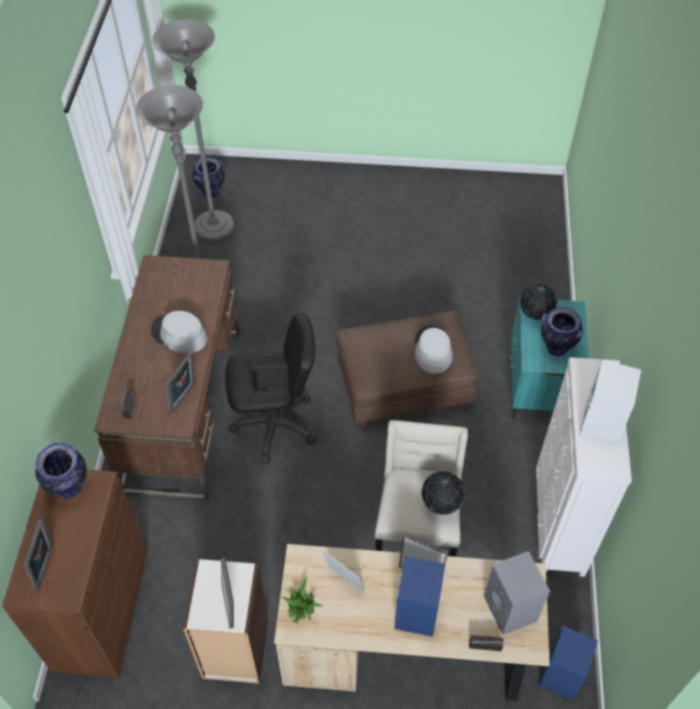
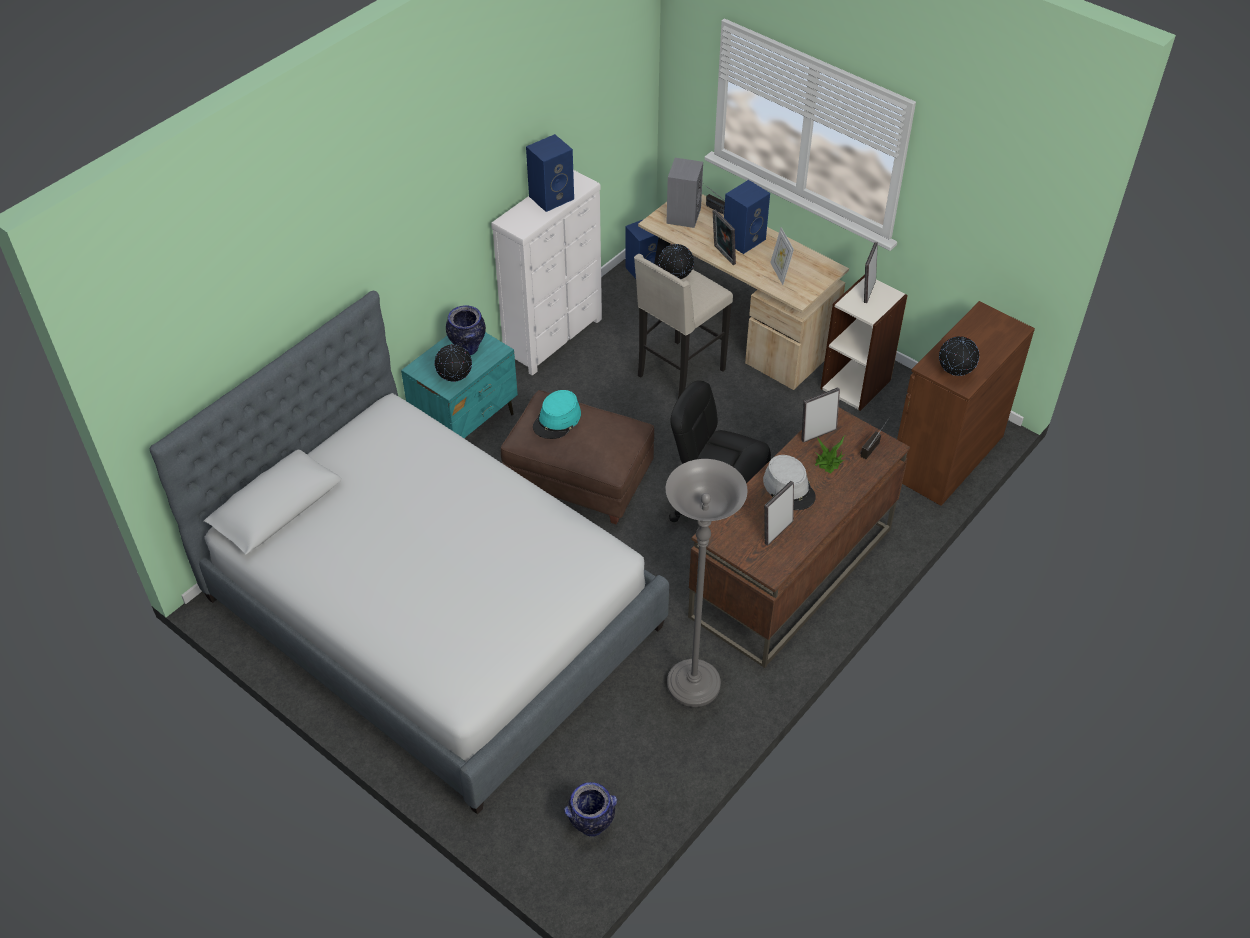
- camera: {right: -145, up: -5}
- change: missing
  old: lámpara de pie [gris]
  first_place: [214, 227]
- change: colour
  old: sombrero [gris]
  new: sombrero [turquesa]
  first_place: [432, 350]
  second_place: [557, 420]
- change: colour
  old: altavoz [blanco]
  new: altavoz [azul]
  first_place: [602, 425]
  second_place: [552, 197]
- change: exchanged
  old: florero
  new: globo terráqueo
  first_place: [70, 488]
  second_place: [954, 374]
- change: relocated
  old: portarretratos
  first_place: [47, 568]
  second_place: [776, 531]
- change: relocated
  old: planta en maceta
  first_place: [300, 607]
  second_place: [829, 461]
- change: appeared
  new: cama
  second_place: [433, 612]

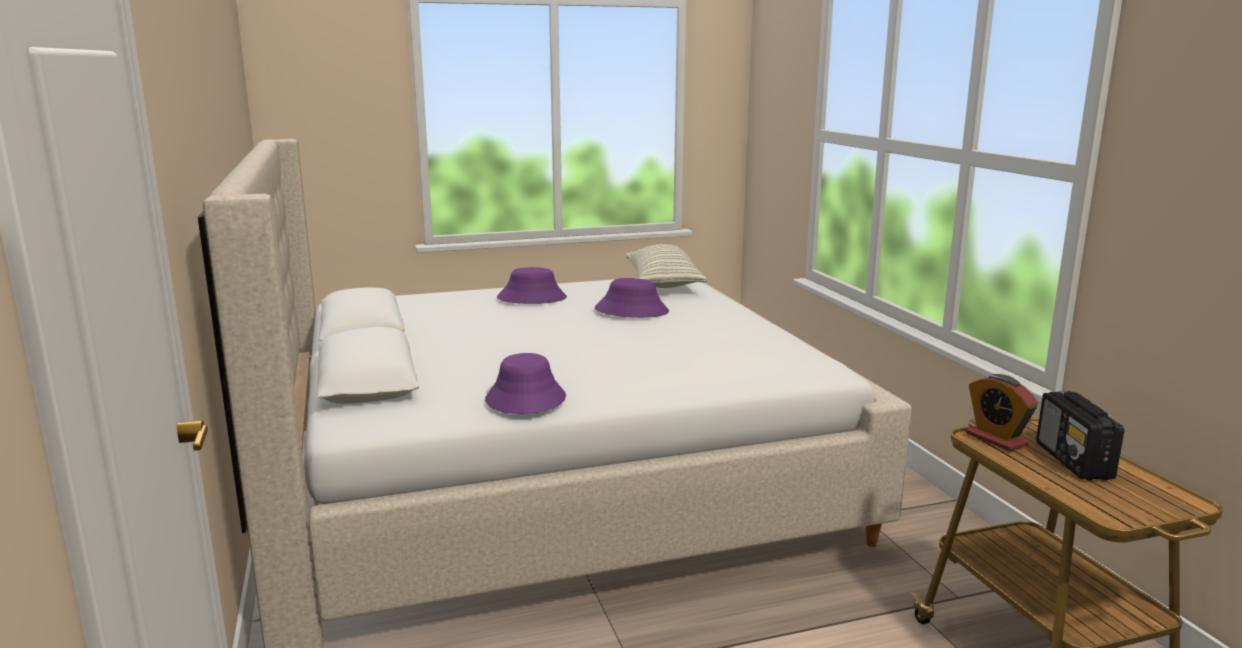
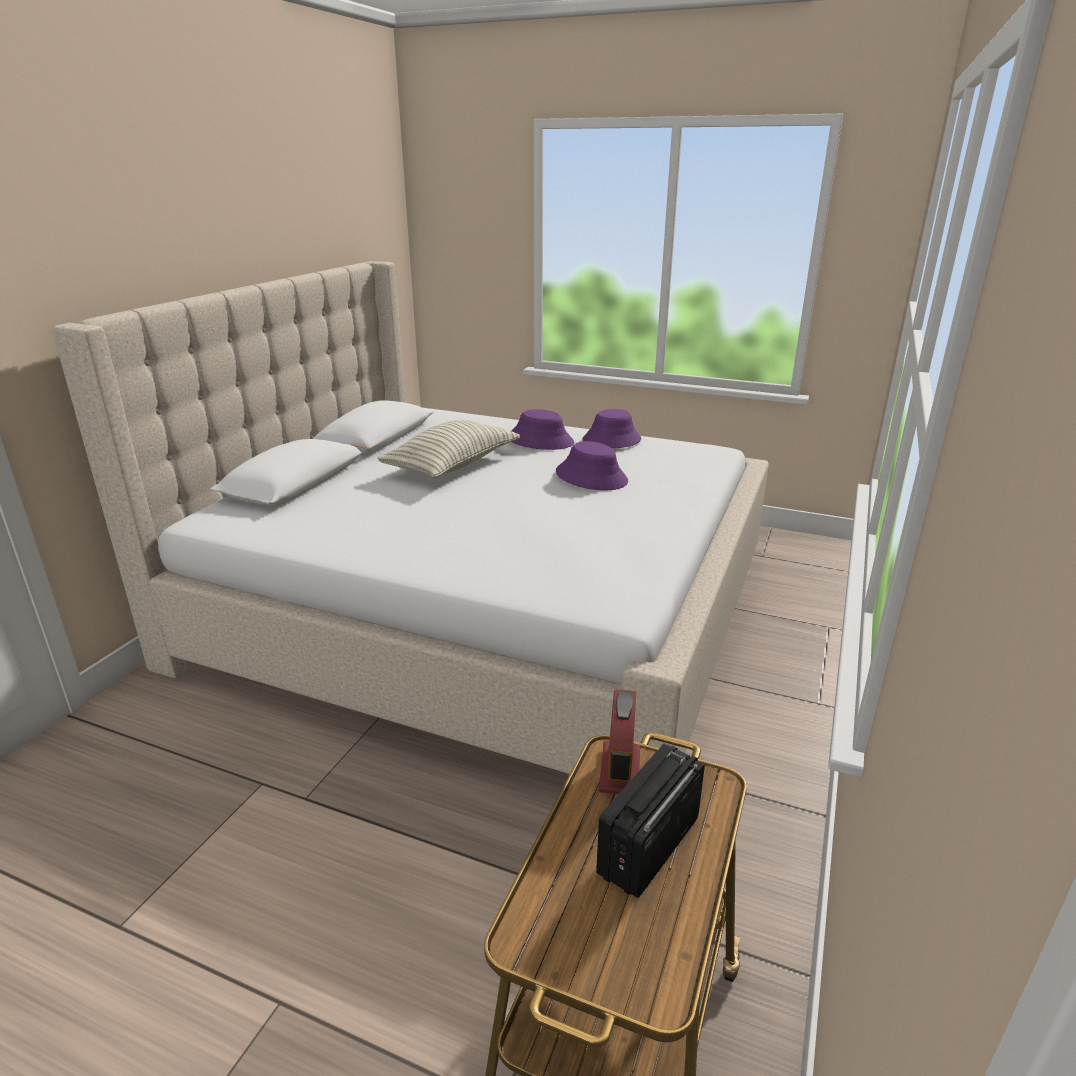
- camera: {right: 40, up: 10}
- change: relocated
  old: cojín
  first_place: [663, 284]
  second_place: [452, 466]
- change: relocated
  old: sombrero [morado]
  first_place: [525, 399]
  second_place: [611, 440]

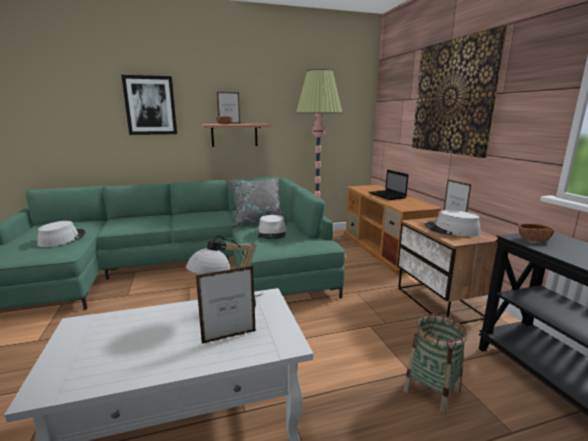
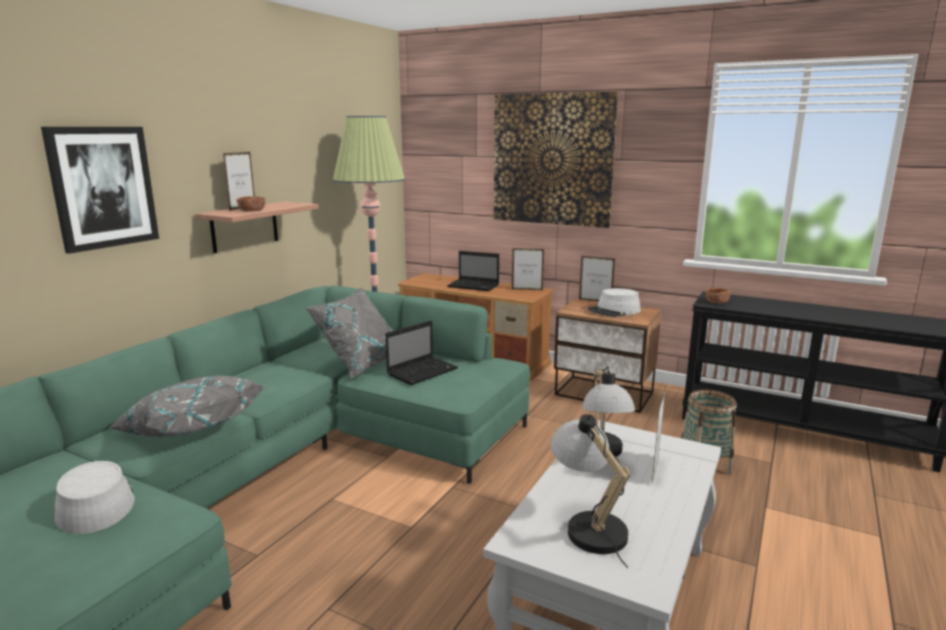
- camera: {right: -45, up: 0}
- change: exchanged
  old: sombrero [gris]
  new: portátil
  first_place: [272, 233]
  second_place: [423, 371]
- change: appeared
  new: portarretratos
  second_place: [527, 290]
- change: appeared
  new: cojín [gris]
  second_place: [190, 430]
- change: appeared
  new: lámpara de mesa
  second_place: [588, 525]

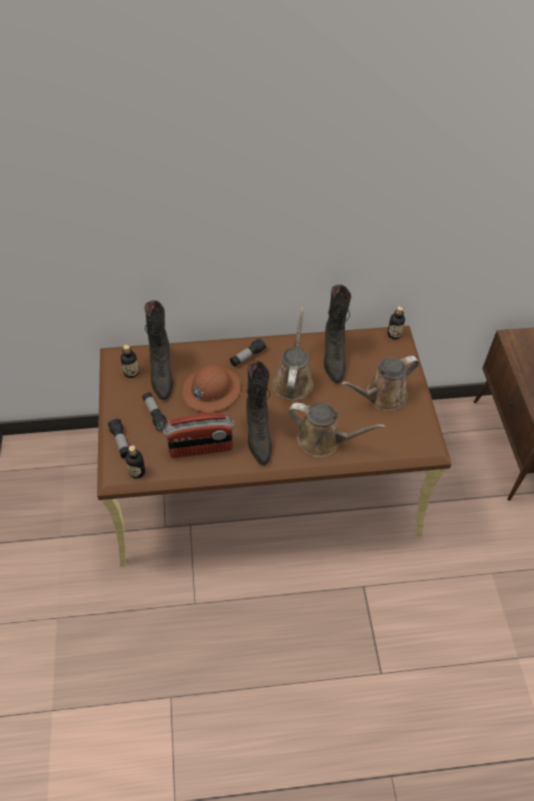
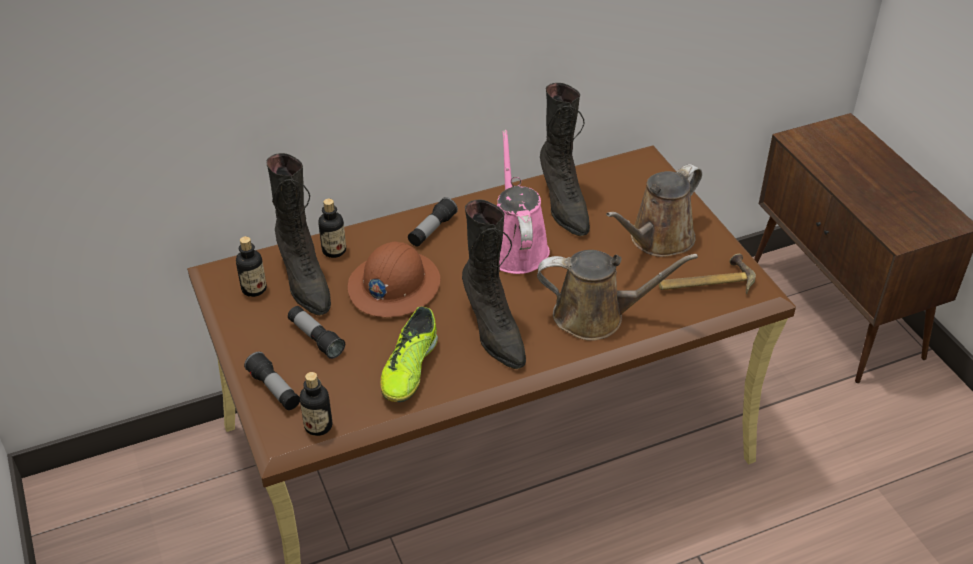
- camera: {right: -15, up: -10}
- change: relocated
  old: botella
  first_place: [394, 334]
  second_place: [334, 250]
- change: colour
  old: regadera [marrón]
  new: regadera [rosa]
  first_place: [293, 380]
  second_place: [515, 247]
- change: exchanged
  old: radio
  new: zapato
  first_place: [200, 448]
  second_place: [409, 368]
- change: appeared
  new: martillo
  second_place: [705, 282]

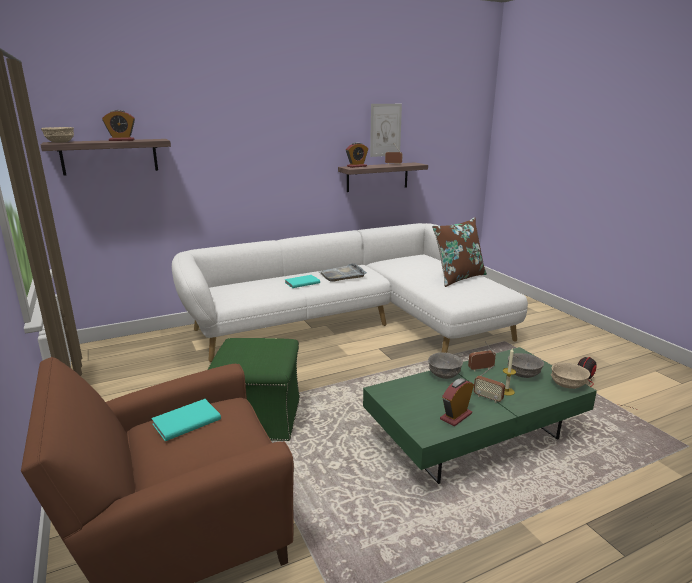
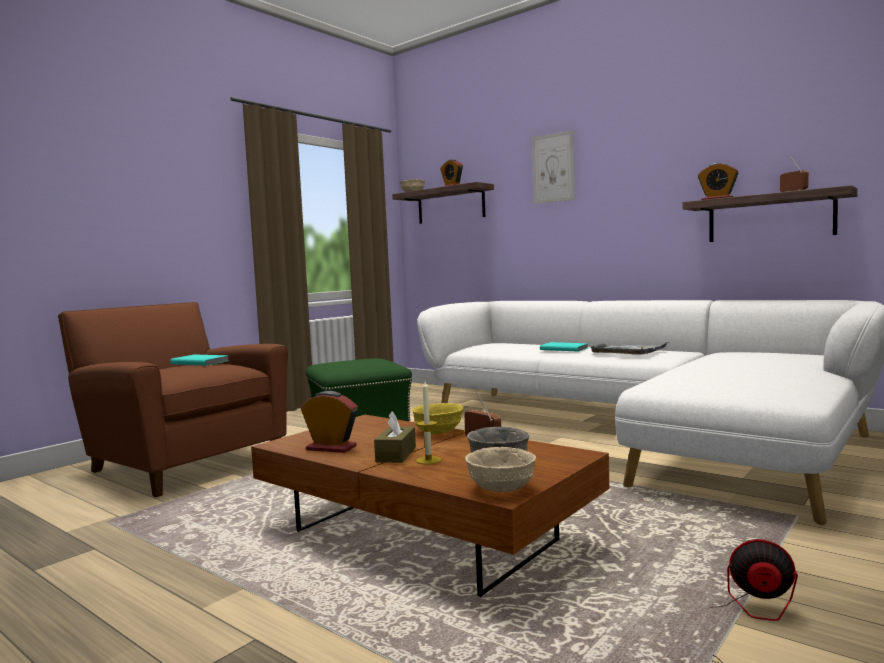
- camera: {right: 65, up: -15}
- change: relocated
  old: cuadro
  first_place: [385, 130]
  second_place: [553, 168]
- change: missing
  old: cojín [marrón]
  first_place: [458, 278]
- change: colour
  old: mesa de centro [verde]
  new: mesa de centro [marrón]
  first_place: [474, 436]
  second_place: [424, 536]
- change: colour
  old: cuenco [gris]
  new: cuenco [amarillo]
  first_place: [444, 374]
  second_place: [438, 432]
- change: exchanged
  old: radio
  new: caja de pañuelos [marrón]
  first_place: [488, 398]
  second_place: [396, 454]

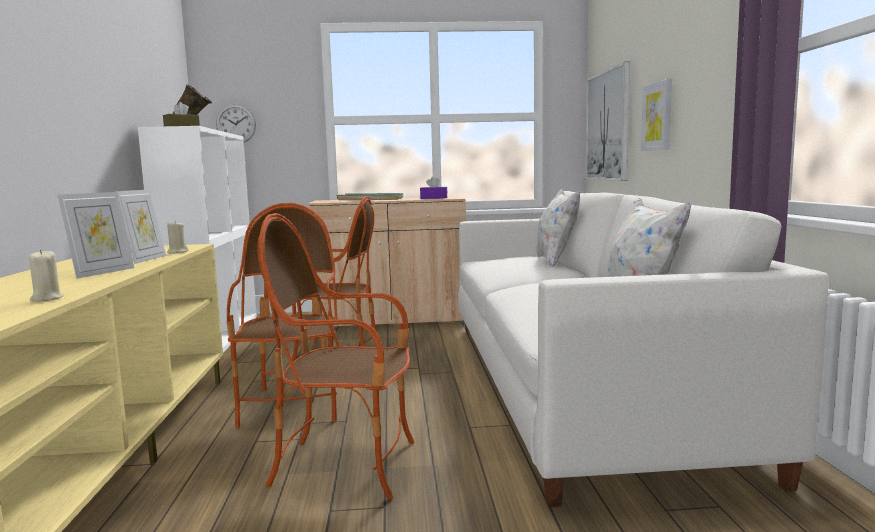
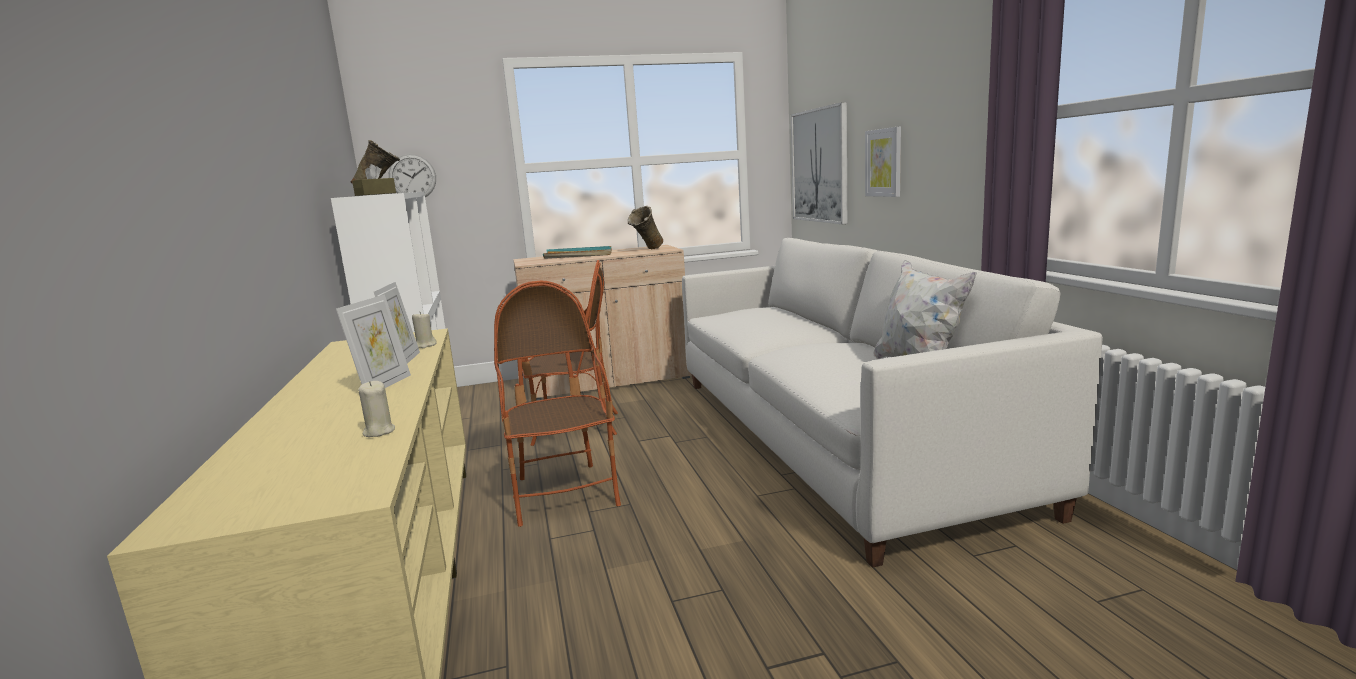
- camera: {right: -10, up: 5}
- change: exchanged
  old: caja de pañuelos [morado]
  new: florero [beis]
  first_place: [434, 198]
  second_place: [647, 250]
- change: missing
  old: cojín [blanco]
  first_place: [556, 262]
- change: missing
  old: sillón
  first_place: [347, 465]

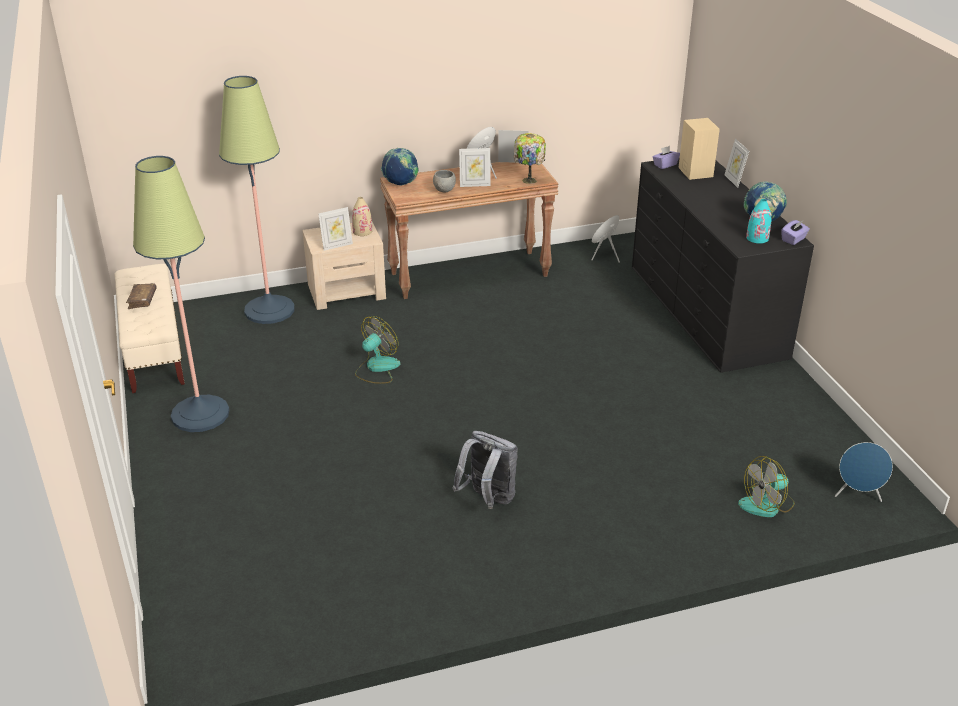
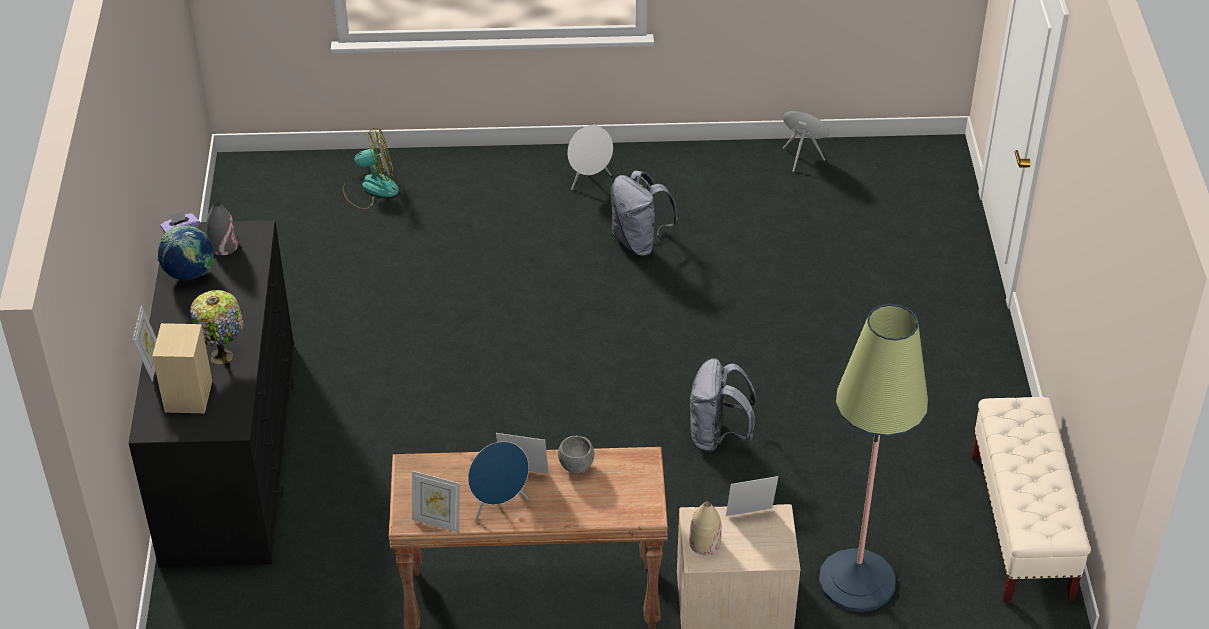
- camera: {right: -165, up: 10}
- change: relocated
  old: lámpara de mesa
  first_place: [528, 181]
  second_place: [223, 355]
- change: missing
  old: caja de pañuelos [morado]
  first_place: [665, 165]
- change: missing
  old: globo terráqueo
  first_place: [401, 184]
- change: missing
  old: lámpara de pie
  first_place: [200, 414]
- change: colour
  old: florero [turquesa]
  new: florero [gris]
  first_place: [757, 238]
  second_place: [223, 246]
- change: relocated
  old: altavoz [blanco]
  first_place: [605, 256]
  second_place: [589, 179]
- change: missing
  old: libro [marrón]
  first_place: [142, 300]
- change: exchanged
  old: ventilador
  new: mochila [gris]
  first_place: [377, 368]
  second_place: [718, 436]
- change: relocated
  old: altavoz [azul]
  first_place: [857, 496]
  second_place: [801, 157]

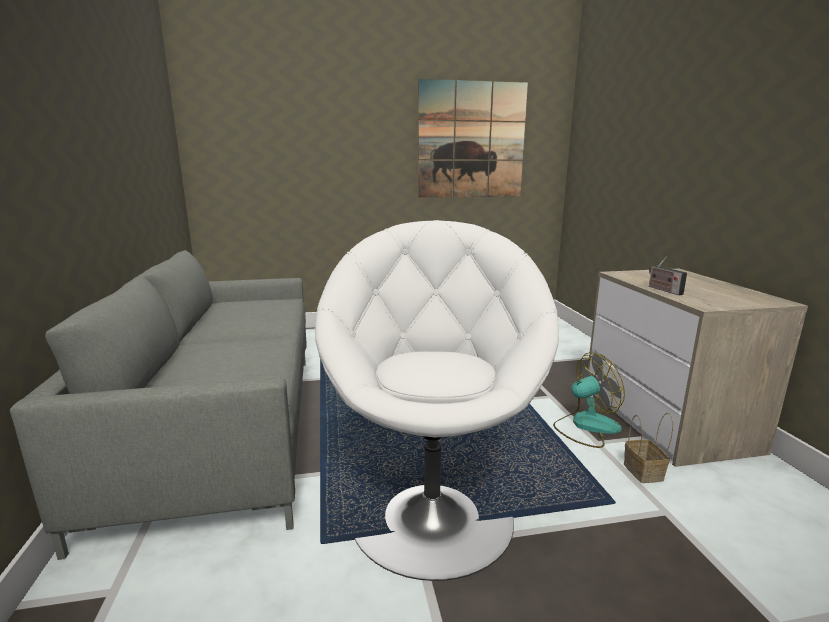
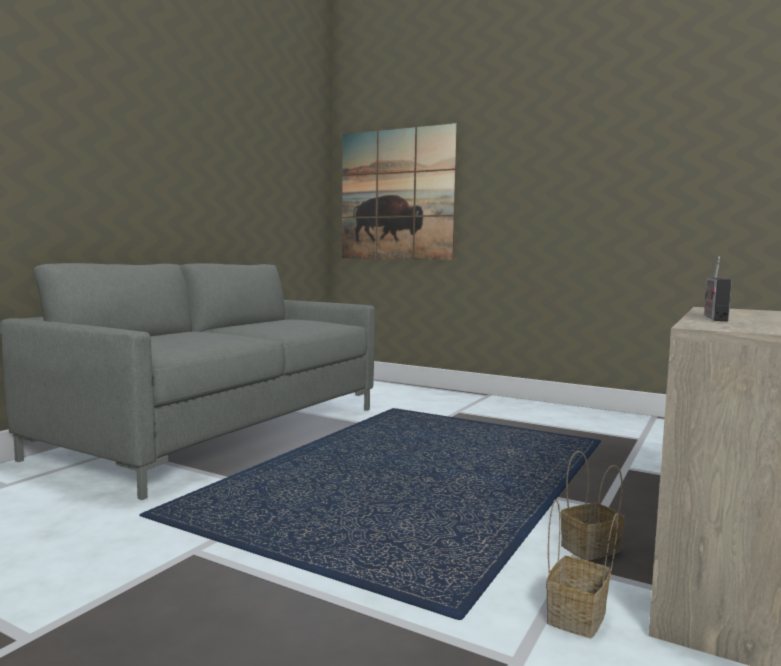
- camera: {right: 40, up: -10}
- change: relocated
  old: cuadro
  first_place: [471, 140]
  second_place: [396, 195]
- change: missing
  old: sillón [blanco]
  first_place: [432, 513]
- change: exchanged
  old: ventilador
  new: cesta
  first_place: [586, 426]
  second_place: [590, 547]

